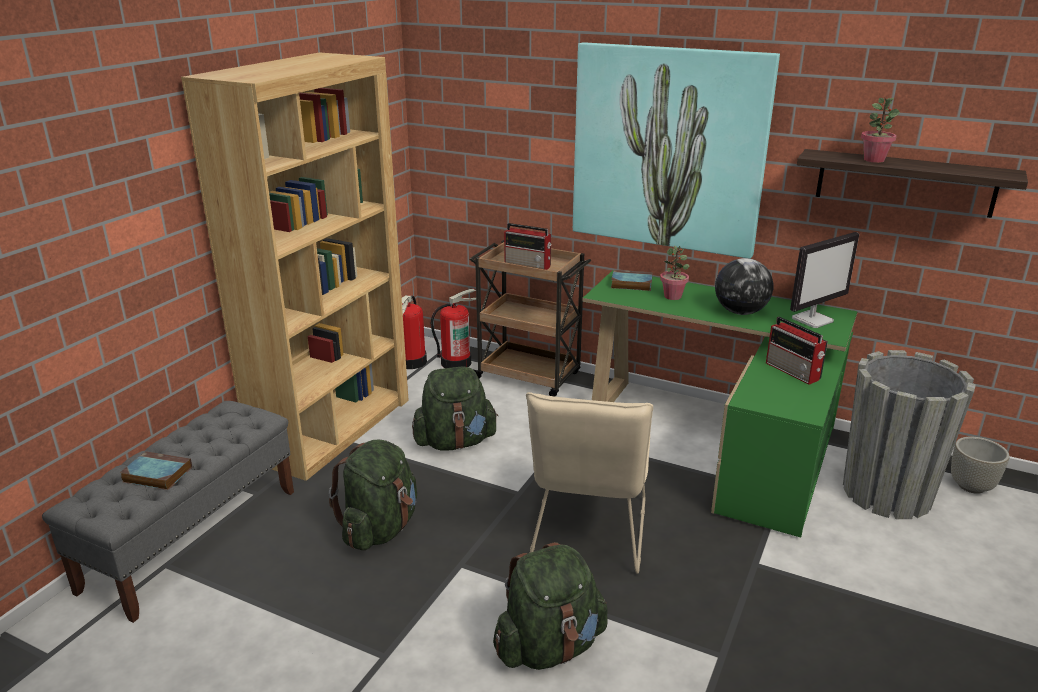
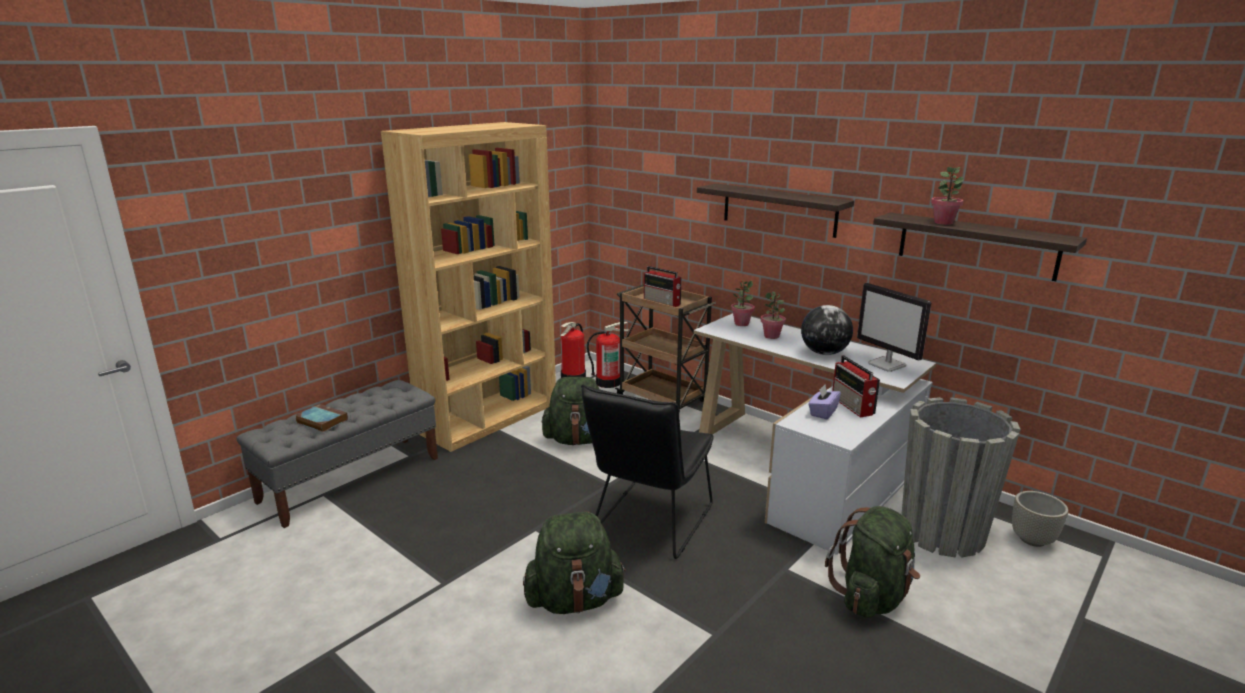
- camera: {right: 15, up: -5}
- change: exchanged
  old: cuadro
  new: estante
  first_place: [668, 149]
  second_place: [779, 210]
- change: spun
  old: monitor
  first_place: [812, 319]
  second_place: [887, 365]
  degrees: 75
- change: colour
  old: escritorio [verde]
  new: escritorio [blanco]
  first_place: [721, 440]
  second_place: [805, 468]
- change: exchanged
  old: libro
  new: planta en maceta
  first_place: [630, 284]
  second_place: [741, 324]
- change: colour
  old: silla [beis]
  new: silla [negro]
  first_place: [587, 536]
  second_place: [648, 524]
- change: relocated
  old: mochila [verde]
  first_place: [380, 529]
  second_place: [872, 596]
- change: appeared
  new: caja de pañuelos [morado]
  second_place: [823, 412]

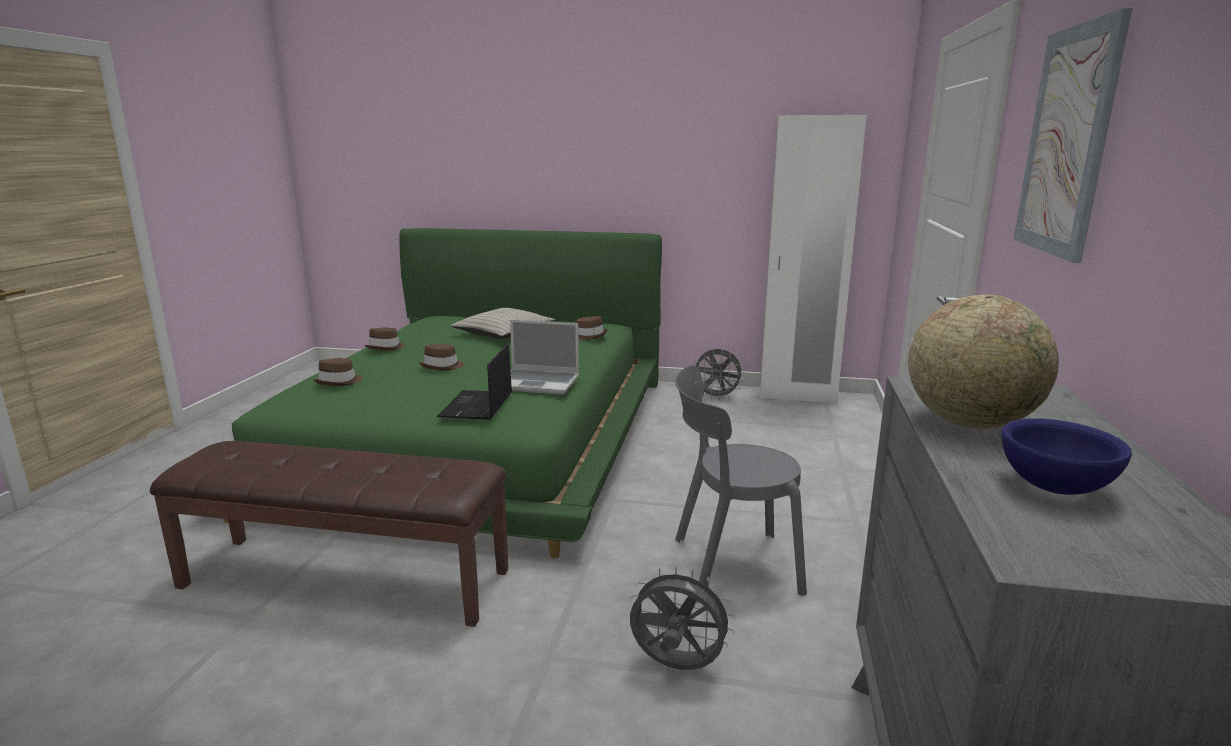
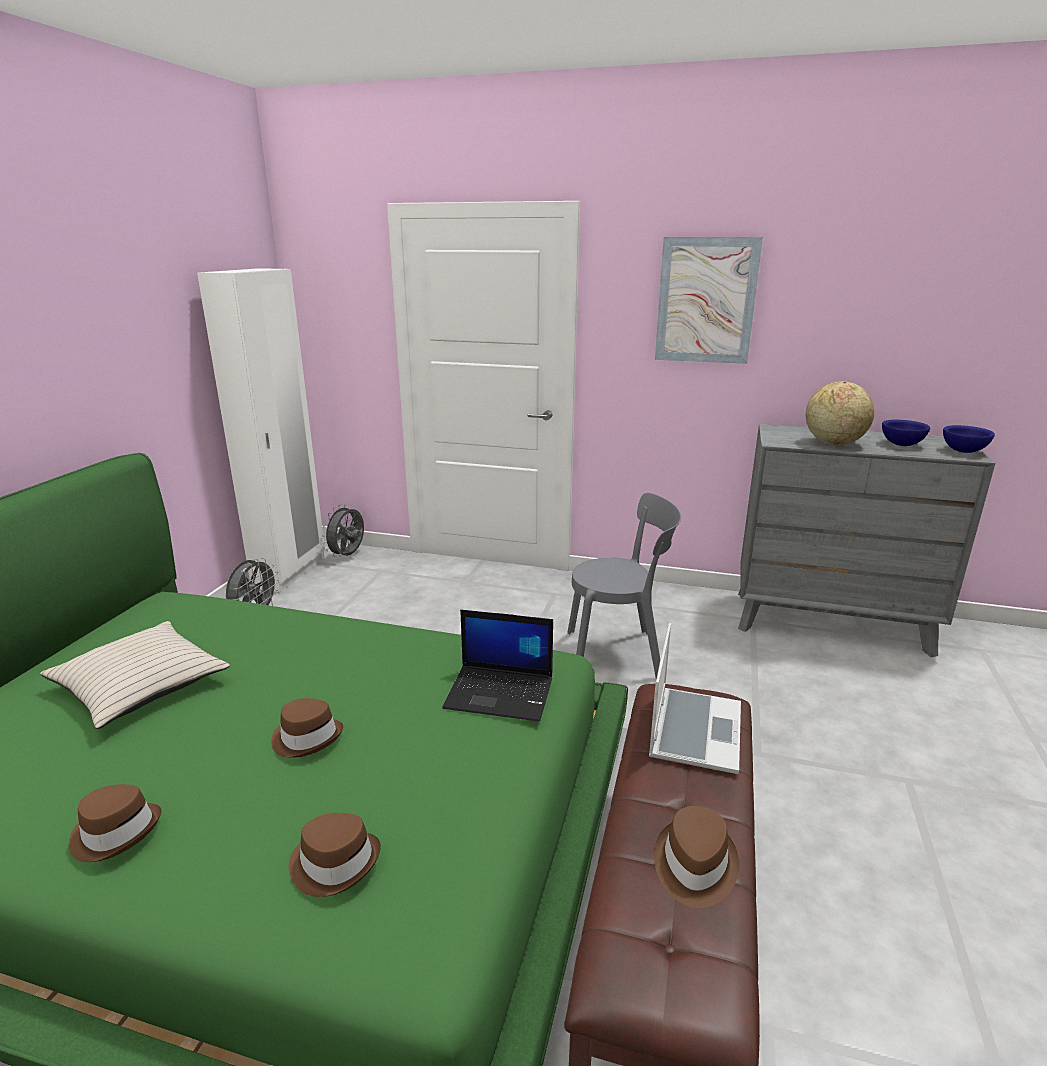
- camera: {right: -85, up: 5}
- change: relocated
  old: sombrero [marrón]
  first_place: [588, 336]
  second_place: [694, 865]
- change: relocated
  old: portátil
  first_place: [539, 383]
  second_place: [694, 730]
- change: spun
  old: silla [gris]
  first_place: [729, 566]
  second_place: [618, 654]
  degrees: -90
- change: relocated
  old: ventilador [gris]
  first_place: [676, 667]
  second_place: [348, 556]
- change: appeared
  new: cuenco [azul]
  second_place: [962, 451]

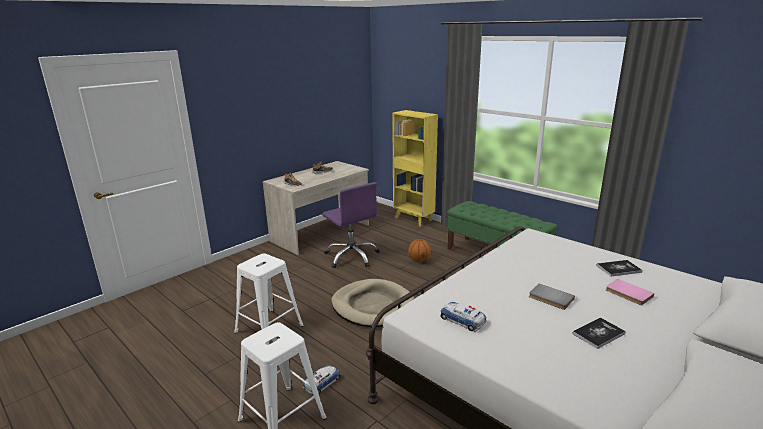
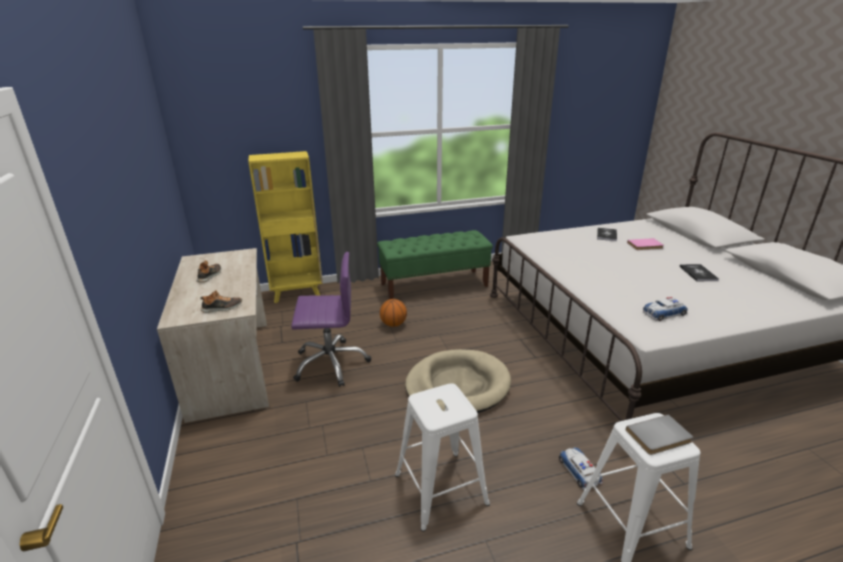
- camera: {right: -60, up: 5}
- change: relocated
  old: libro [gris]
  first_place: [550, 298]
  second_place: [660, 437]

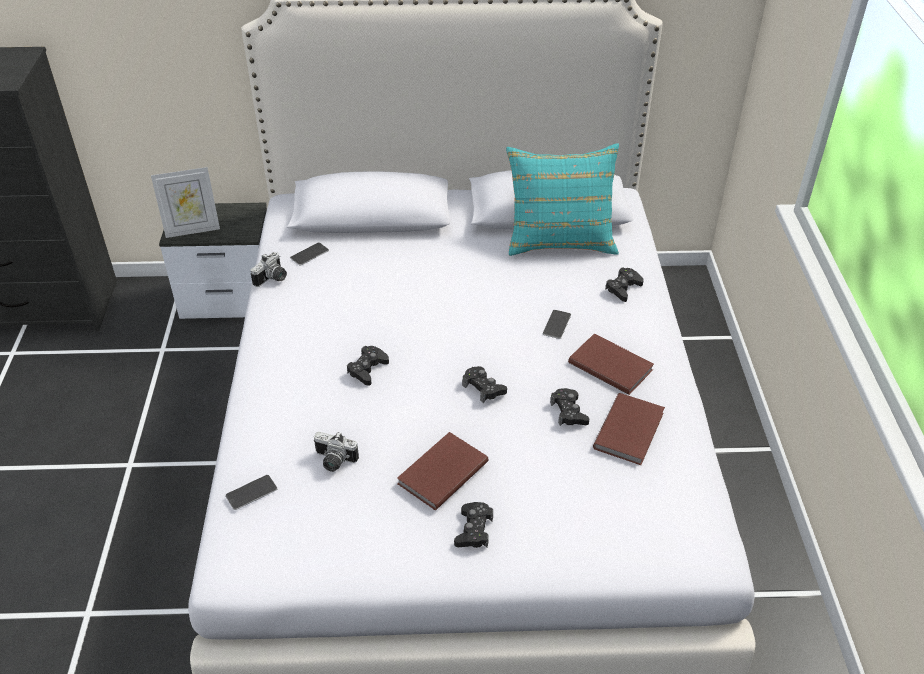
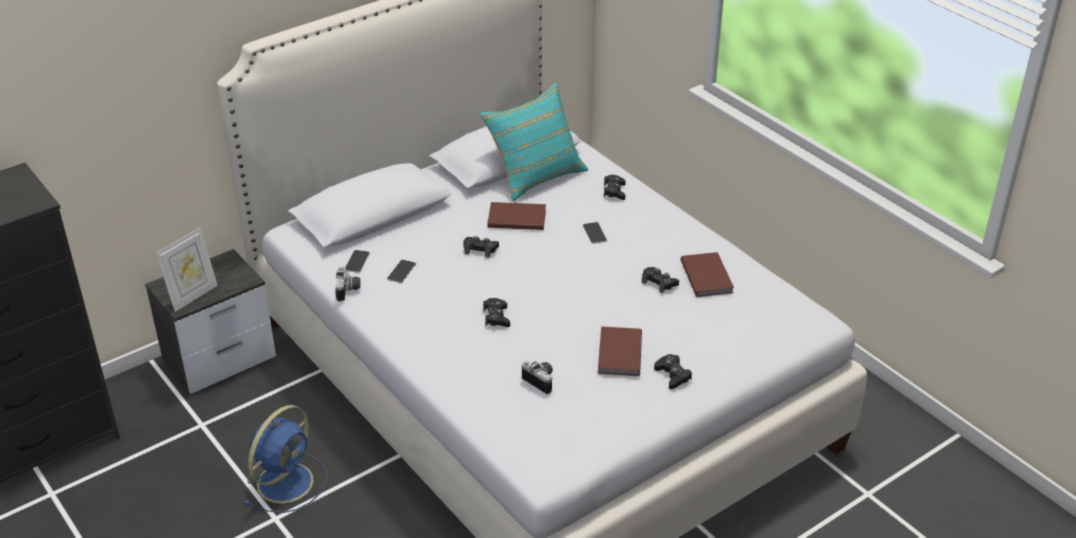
- camera: {right: -35, up: -5}
- change: relocated
  old: libro [marrón]
  first_place: [610, 365]
  second_place: [516, 218]
- change: relocated
  old: mando de consola [negro]
  first_place: [484, 388]
  second_place: [480, 249]
- change: spun
  old: cámara
  first_place: [333, 461]
  second_place: [541, 380]
  degrees: -120
- change: relocated
  old: móvil
  first_place: [251, 492]
  second_place: [401, 271]
- change: appeared
  new: ventilador [azul]
  second_place: [287, 481]

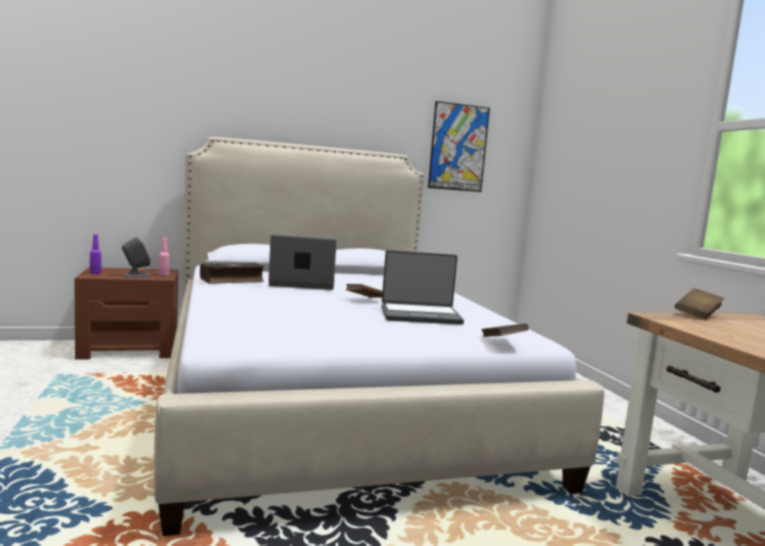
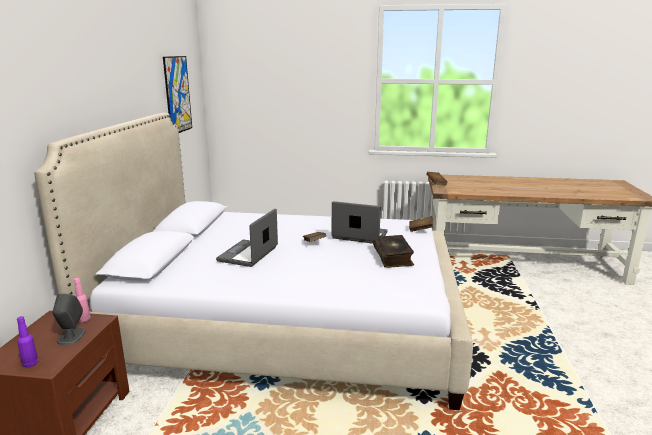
- camera: {right: -65, up: 10}
- change: spun
  old: portátil
  first_place: [420, 315]
  second_place: [359, 236]
  degrees: -90
- change: relocated
  old: libro
  first_place: [232, 280]
  second_place: [393, 257]

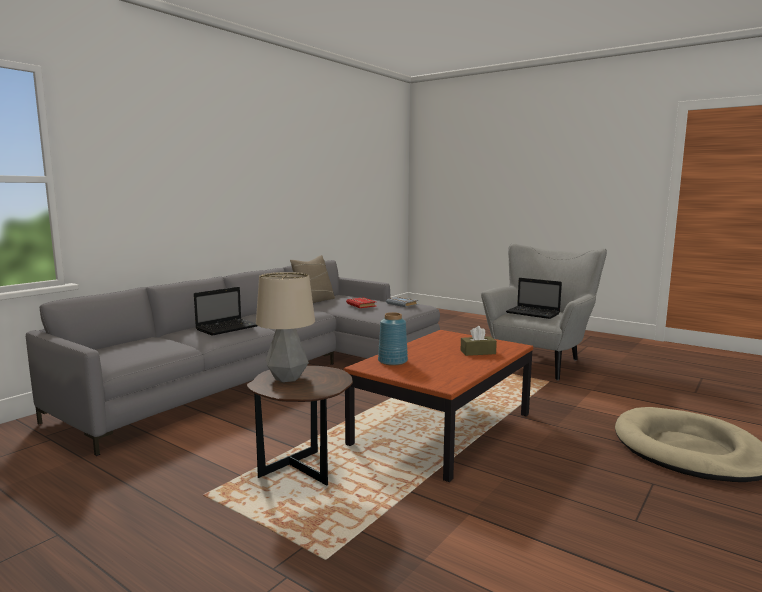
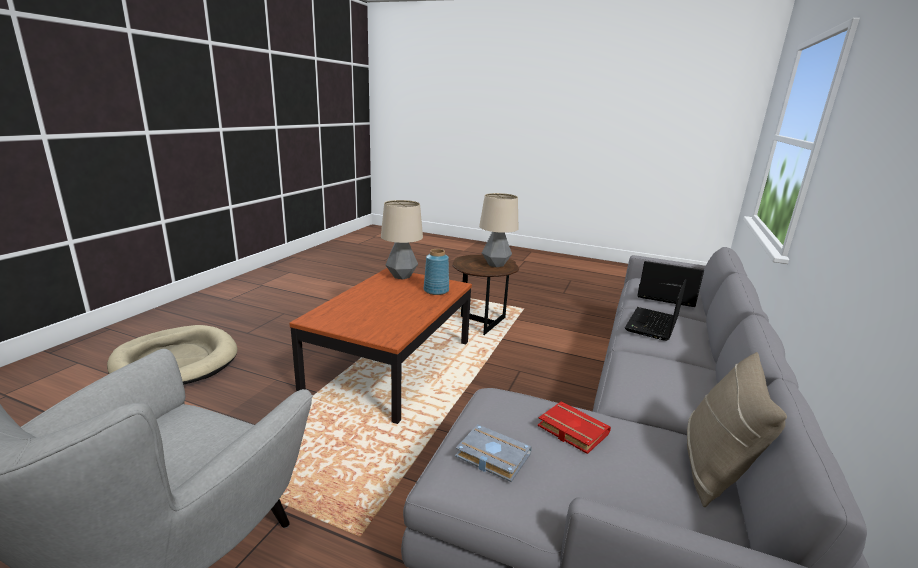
- camera: {right: 165, up: 10}
- change: relocated
  old: portátil
  first_place: [534, 313]
  second_place: [664, 297]
- change: missing
  old: caja de pañuelos [marrón]
  first_place: [478, 352]
- change: appeared
  new: lámpara de mesa
  second_place: [401, 276]

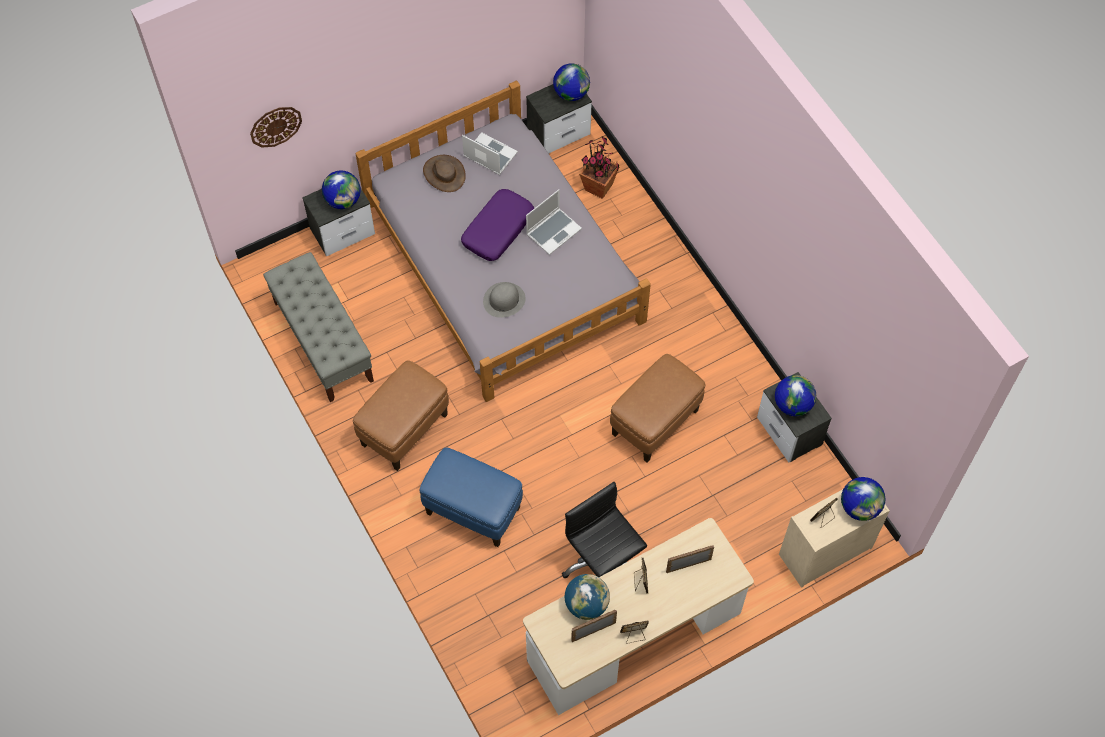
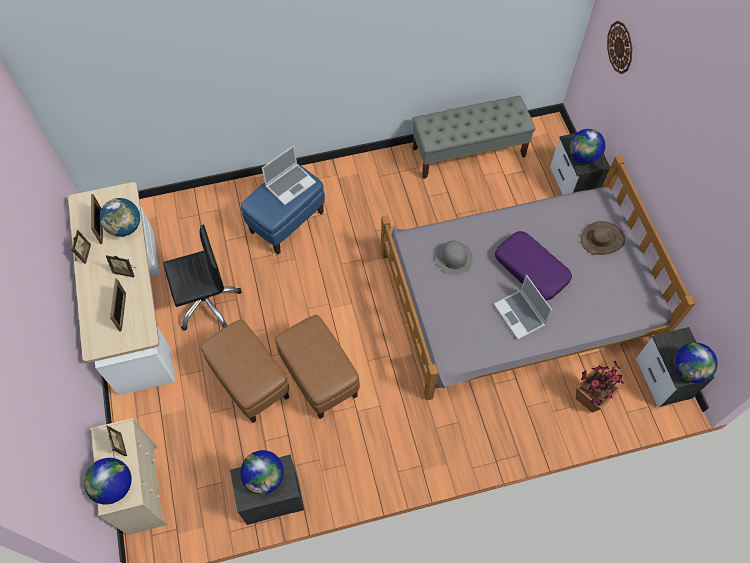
- camera: {right: 105, up: 0}
- change: relocated
  old: portátil
  first_place: [489, 155]
  second_place: [290, 184]
- change: relocated
  old: puf [marrón]
  first_place: [405, 429]
  second_place: [251, 383]

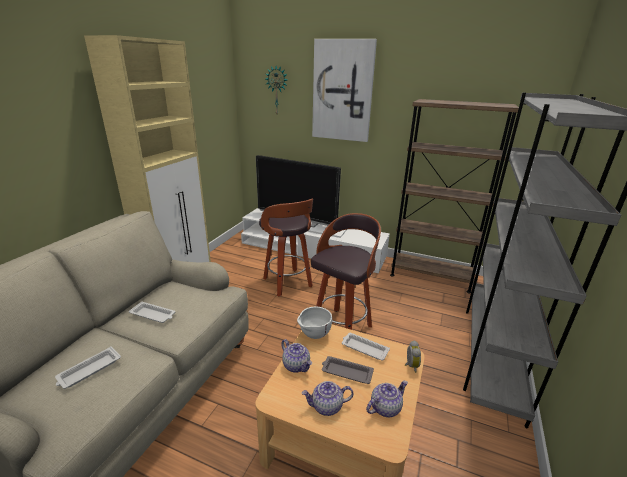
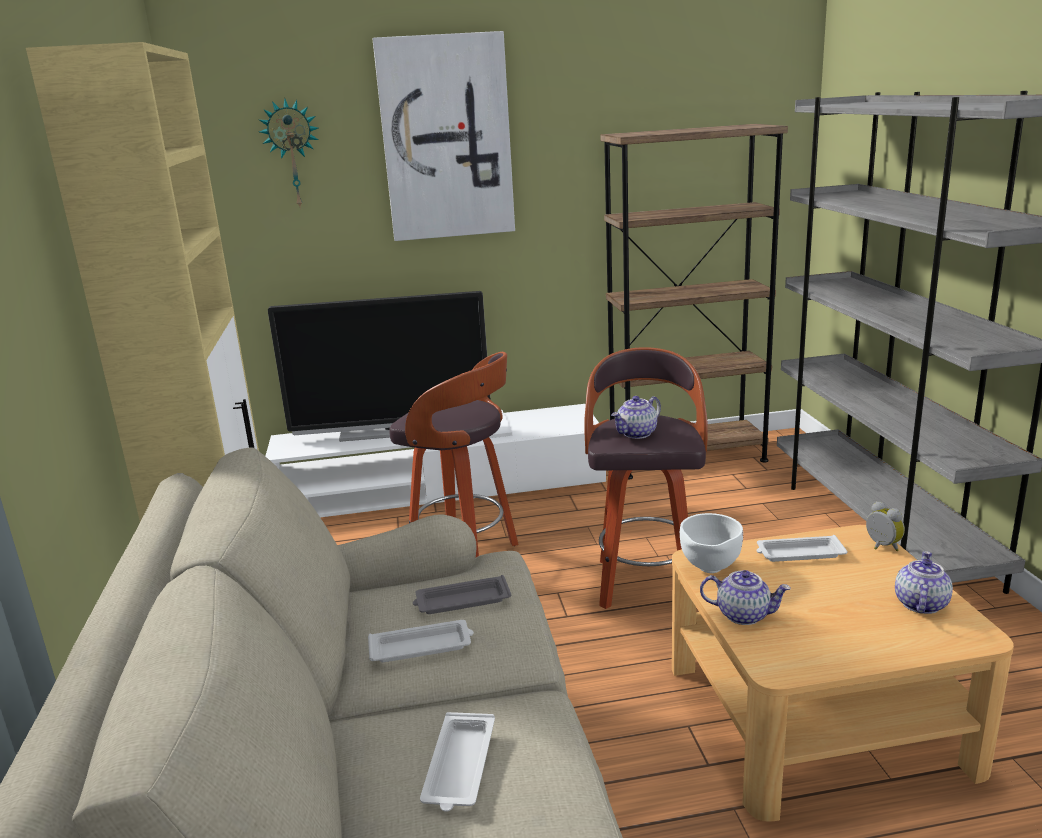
- camera: {right: -30, up: -5}
- change: relocated
  old: bandeja [gris]
  first_place: [346, 372]
  second_place: [461, 601]
- change: relocated
  old: tetera
  first_place: [326, 407]
  second_place: [637, 434]

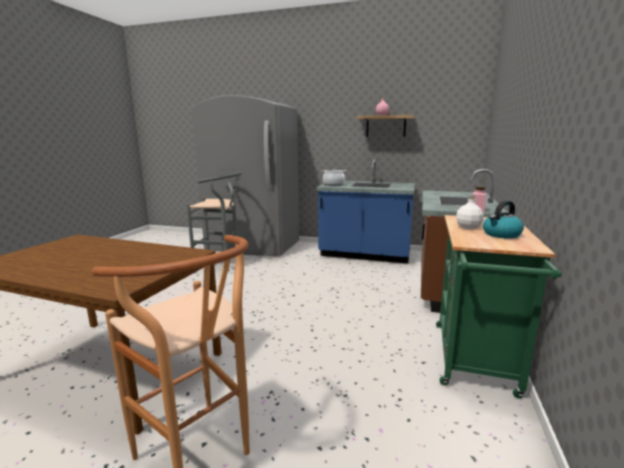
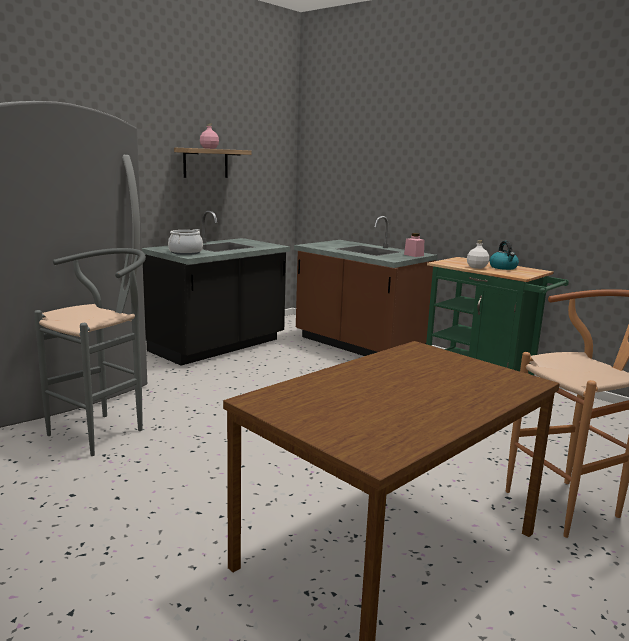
- camera: {right: -65, up: 0}
- change: colour
  old: mueble bajo de cocina [azul]
  new: mueble bajo de cocina [negro]
  first_place: [365, 254]
  second_place: [219, 346]

